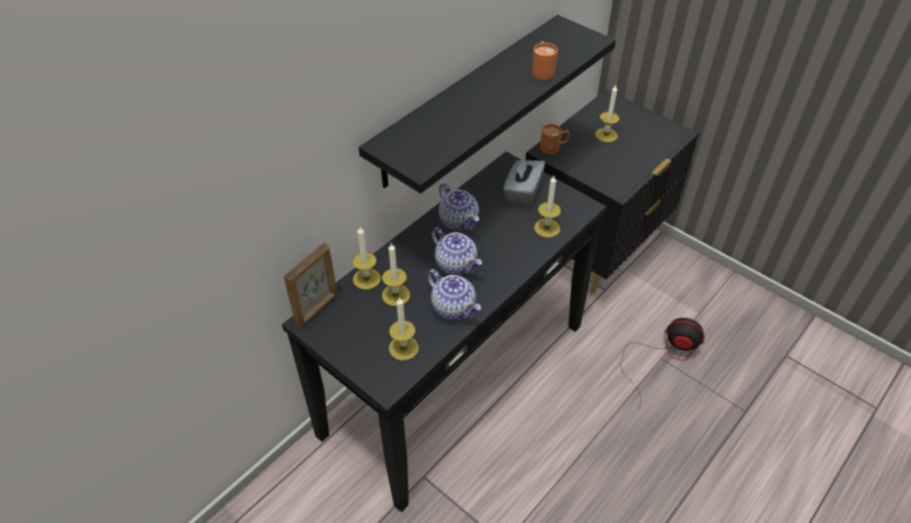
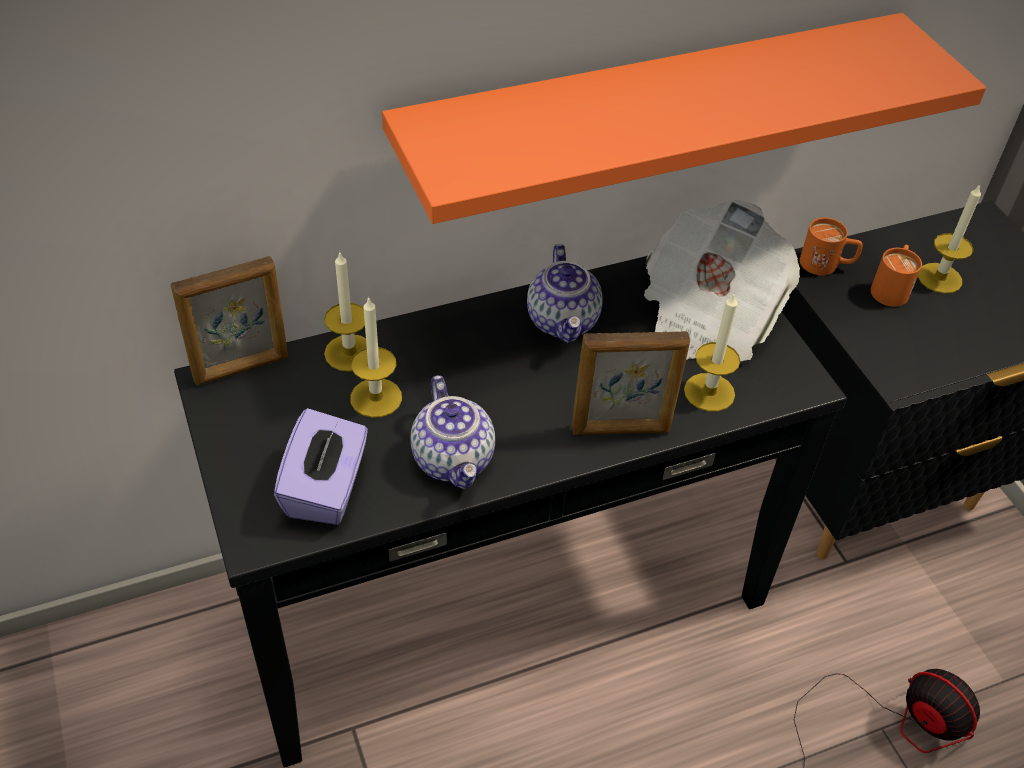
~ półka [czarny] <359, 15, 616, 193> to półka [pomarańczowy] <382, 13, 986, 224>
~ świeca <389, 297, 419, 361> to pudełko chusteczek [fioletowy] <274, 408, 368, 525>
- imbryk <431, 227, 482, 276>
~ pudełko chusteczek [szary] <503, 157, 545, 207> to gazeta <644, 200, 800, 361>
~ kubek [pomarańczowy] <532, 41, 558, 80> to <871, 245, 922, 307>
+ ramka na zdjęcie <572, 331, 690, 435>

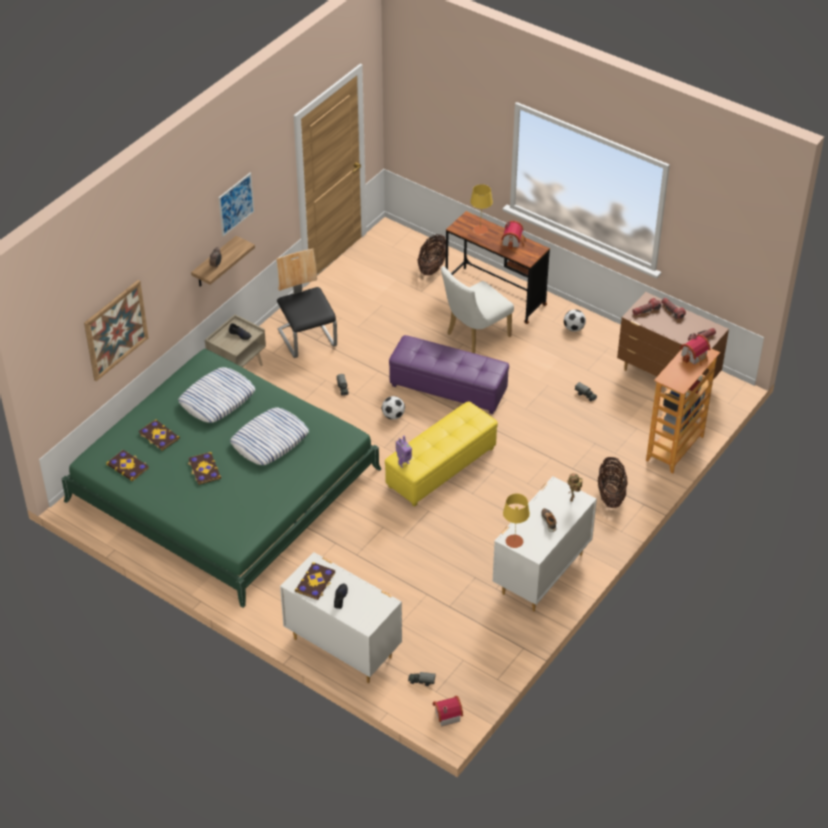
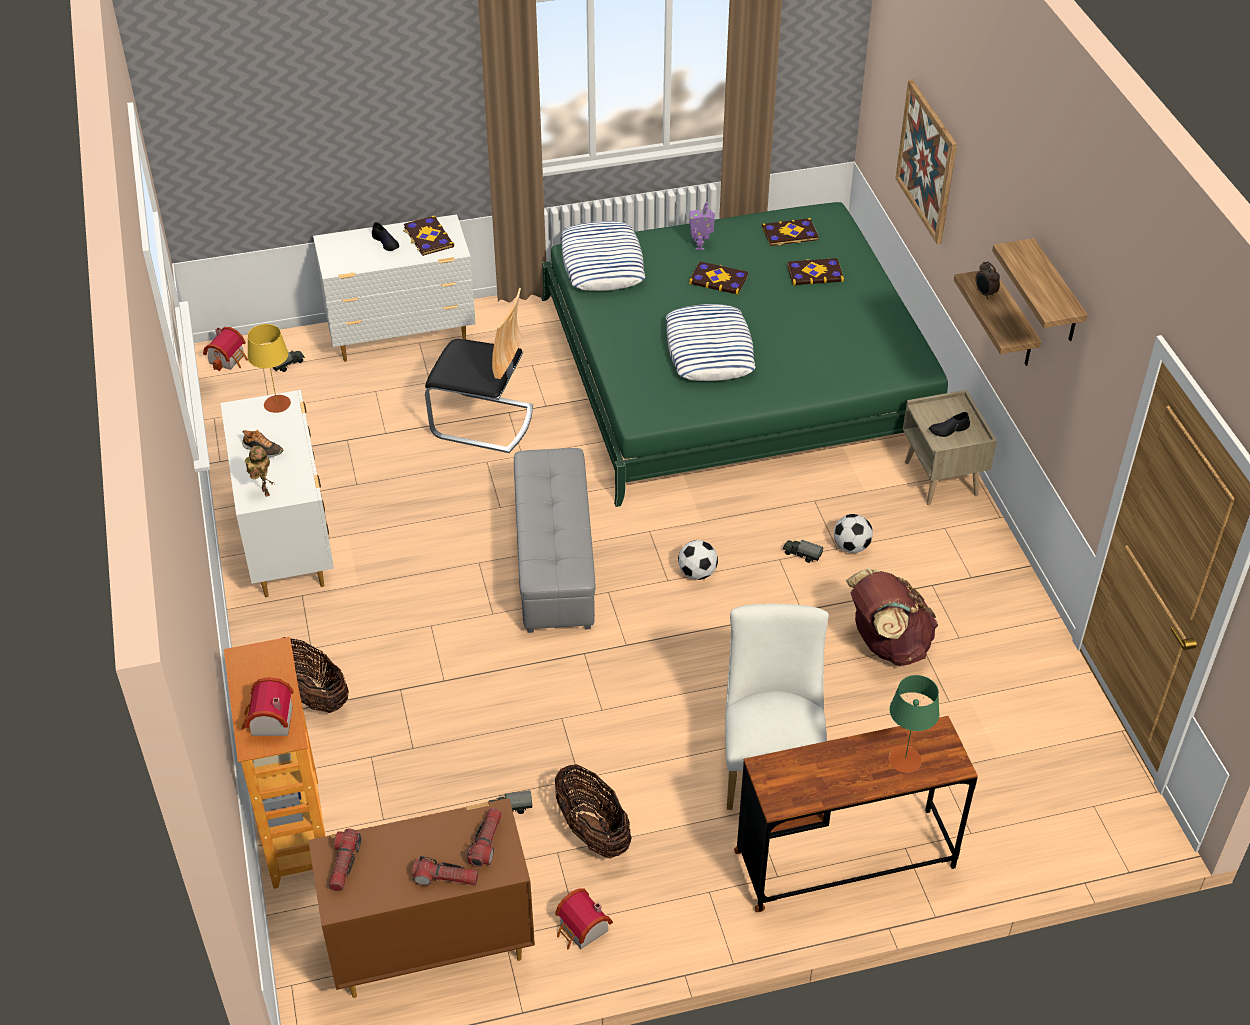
~ poduszka <178, 367, 255, 423> to <561, 221, 645, 291>
~ obraz <218, 173, 254, 237> to półka <992, 238, 1088, 341>
~ krzesło <276, 249, 337, 358> to <425, 288, 533, 453>
~ pufa [żółty] <385, 401, 498, 507> to pufa [szary] <514, 448, 596, 633>
- pufa [fioletowy] <389, 335, 509, 414>
~ robot zabawkowy <396, 436, 412, 468> to <689, 202, 715, 250>
~ koszyk <417, 234, 446, 276> to <555, 764, 632, 859>
~ lampa stołowa [żółty] <470, 184, 493, 235> to lampa stołowa [zielony] <889, 675, 939, 773>
~ domek <501, 221, 526, 249> to <555, 888, 613, 949>
~ piłka futbolowa <564, 309, 586, 332> to <834, 514, 873, 553>
+ plecak [brązowy] <846, 568, 938, 666>

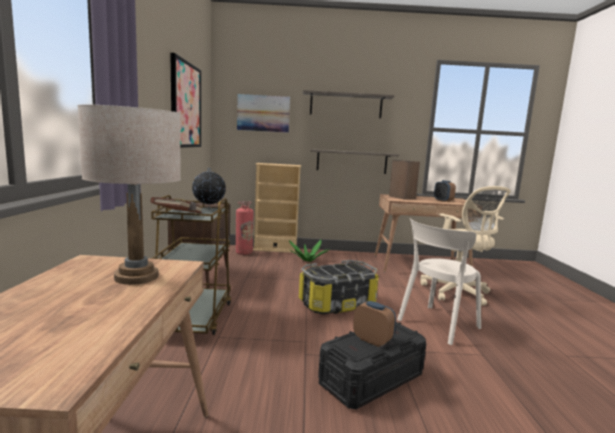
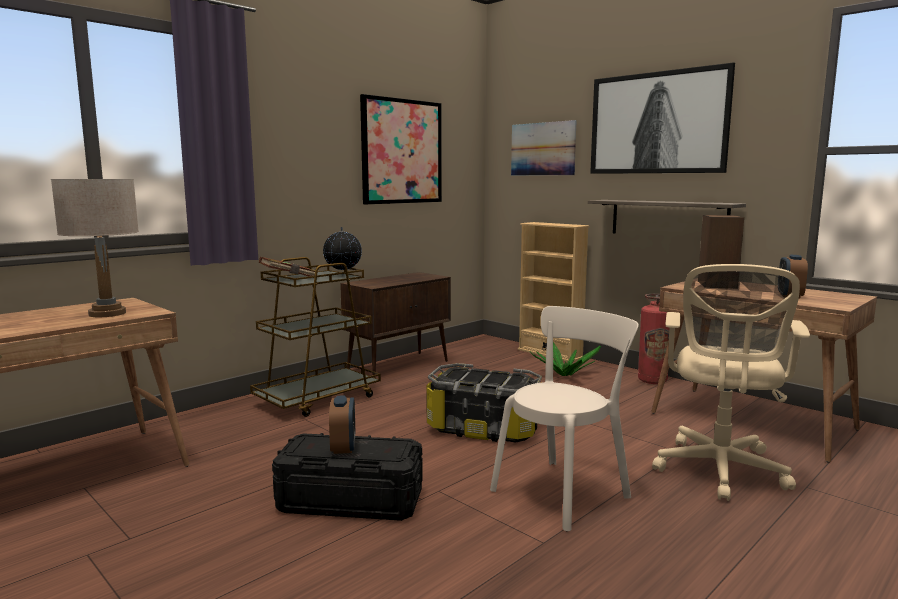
~ gaśnica <236, 201, 253, 255> to <638, 294, 669, 384>
~ półka <303, 90, 395, 118> to obraz <590, 62, 735, 174>
~ krzesło [beżowy] <397, 218, 481, 345> = <490, 306, 639, 532> 135 degrees clockwise

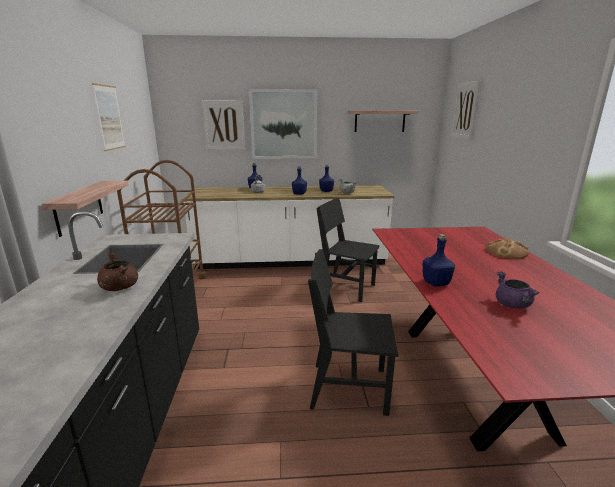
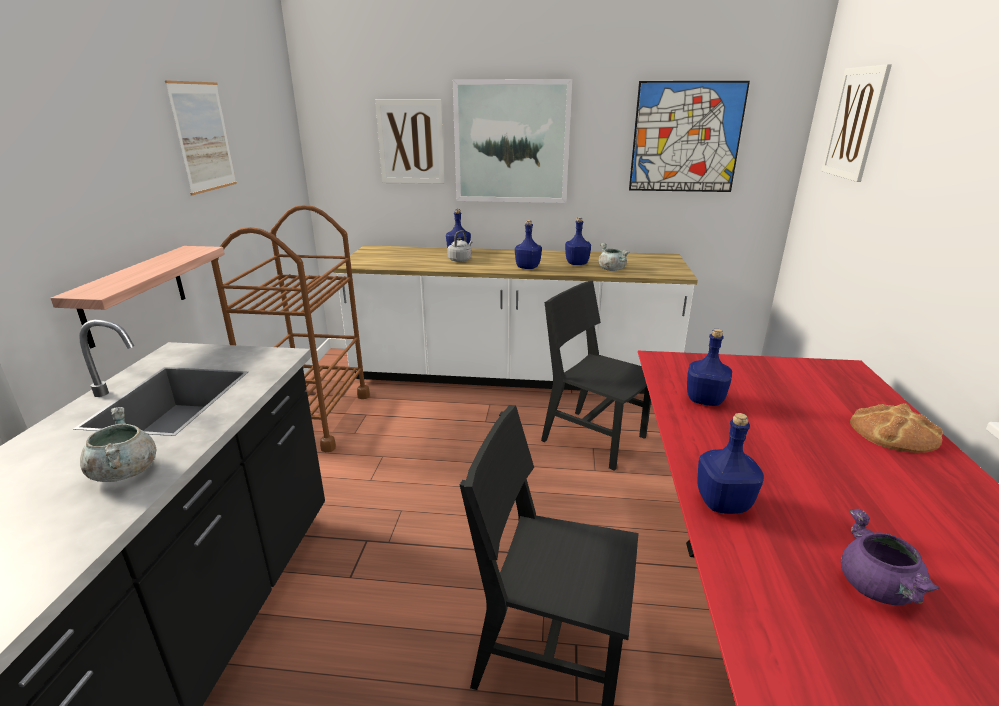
~ garnek [brązowy] <97, 253, 138, 291> to garnek [szary] <80, 407, 156, 482>
~ półka <348, 110, 419, 132> to obraz <629, 81, 750, 192>
+ butelka [niebieski] <687, 329, 732, 406>

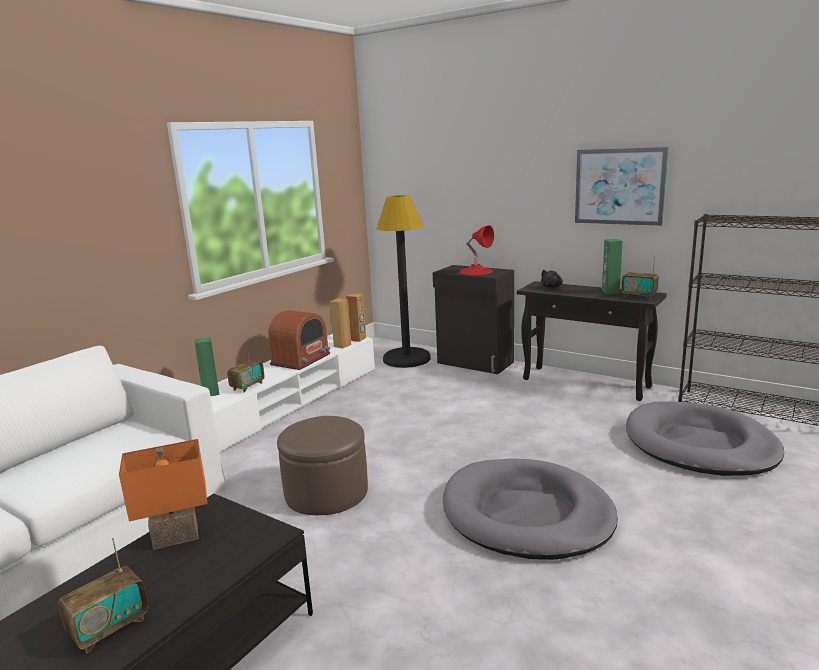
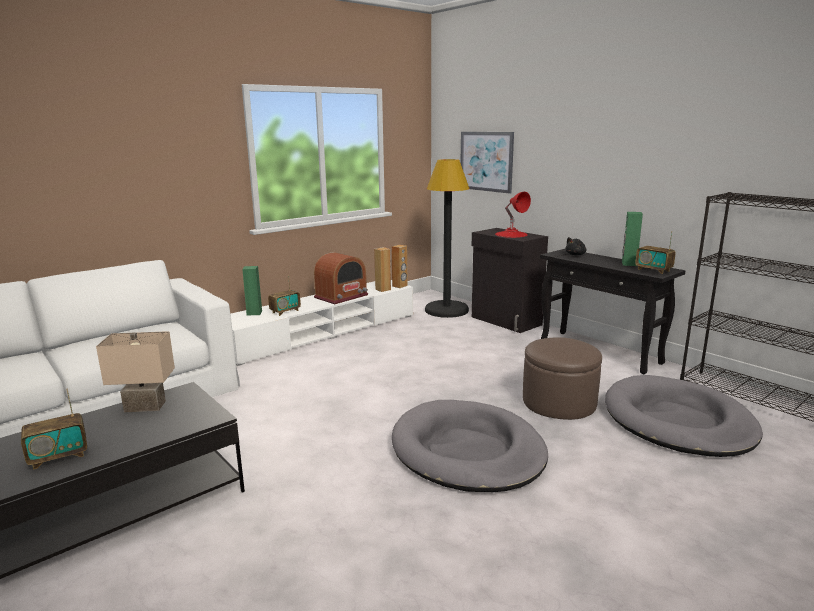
~ lampa stołowa [pomarańczowy] <119, 439, 207, 550> to lampa stołowa [beżowy] <96, 331, 175, 412>
~ pufa [brązowy] <277, 416, 368, 515> to <523, 337, 602, 420>
~ obraz <575, 147, 668, 226> to <460, 132, 514, 194>

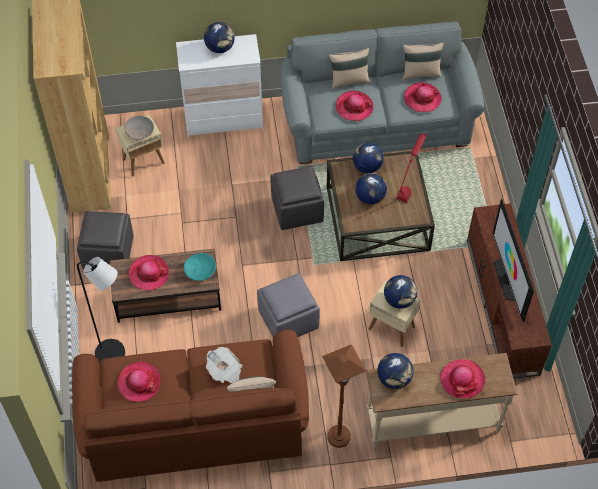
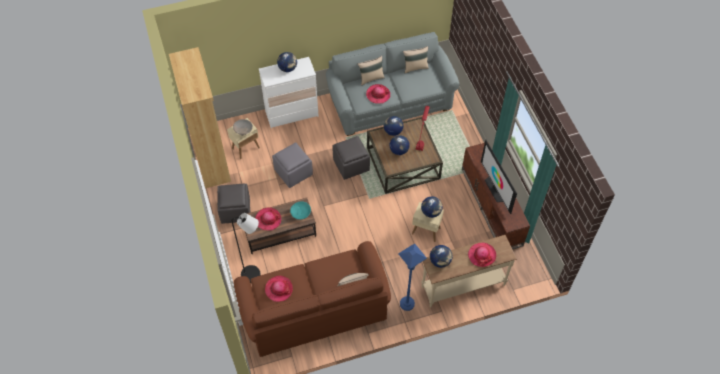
- gazeta <206, 347, 242, 383>
~ pufa [szary] <257, 273, 320, 337> to <272, 143, 313, 188>
~ lampa stojąca [brązowy] <322, 344, 366, 448> to lampa stojąca [niebieski] <398, 243, 427, 311>
- kapelusz <404, 82, 442, 112>

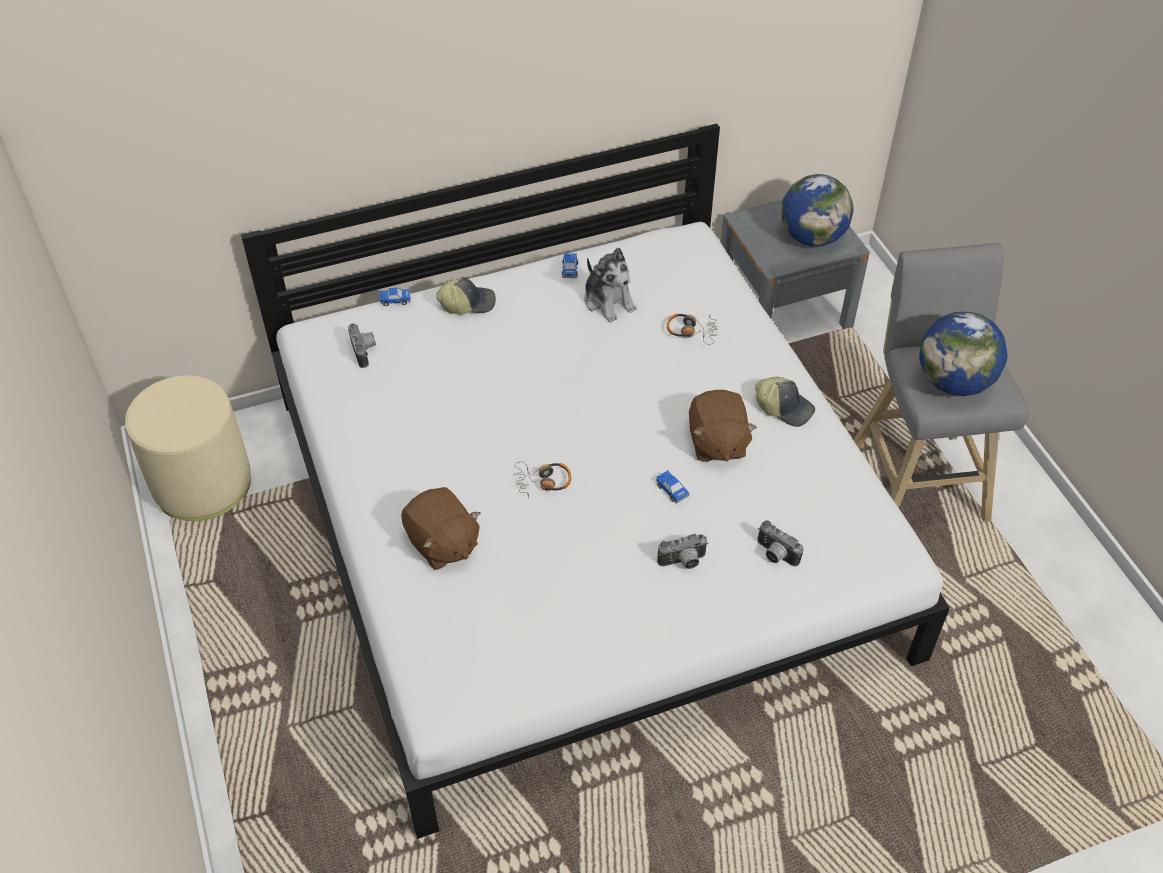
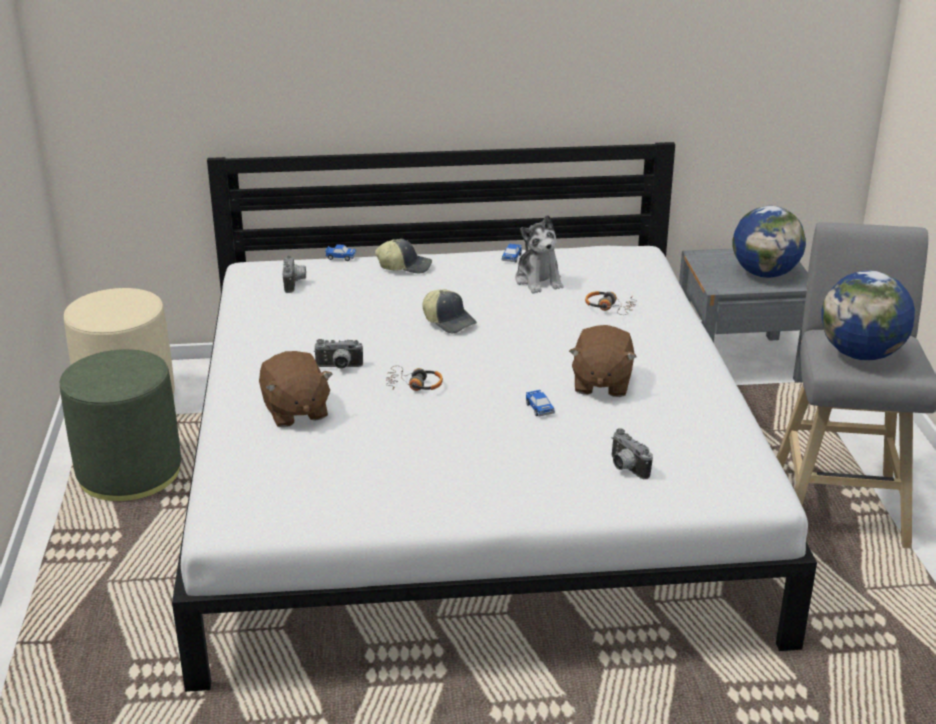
~ aparat fotograficzny <657, 534, 708, 569> to <314, 339, 363, 369>
~ czapka z daszkiem <755, 377, 815, 427> to <422, 289, 477, 333>
+ pufa [zielony] <60, 349, 181, 501>

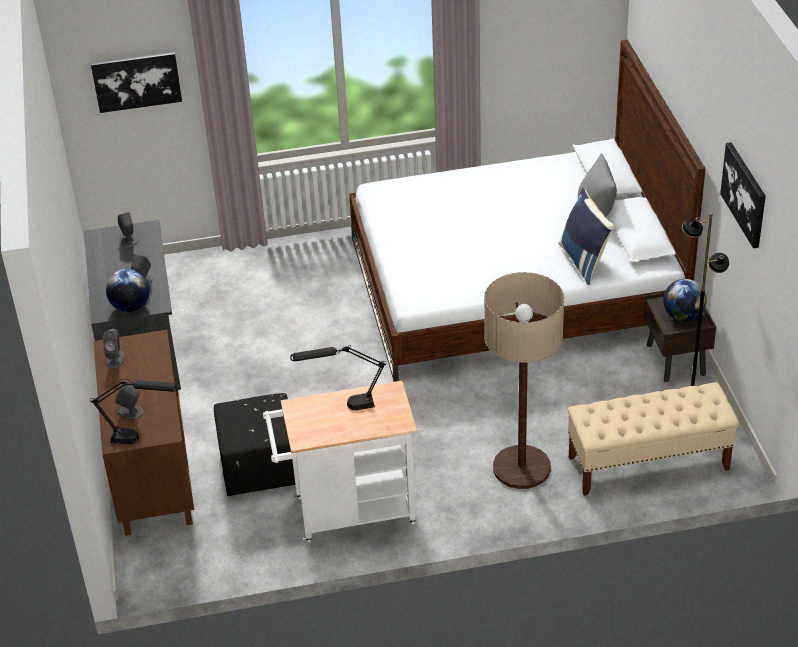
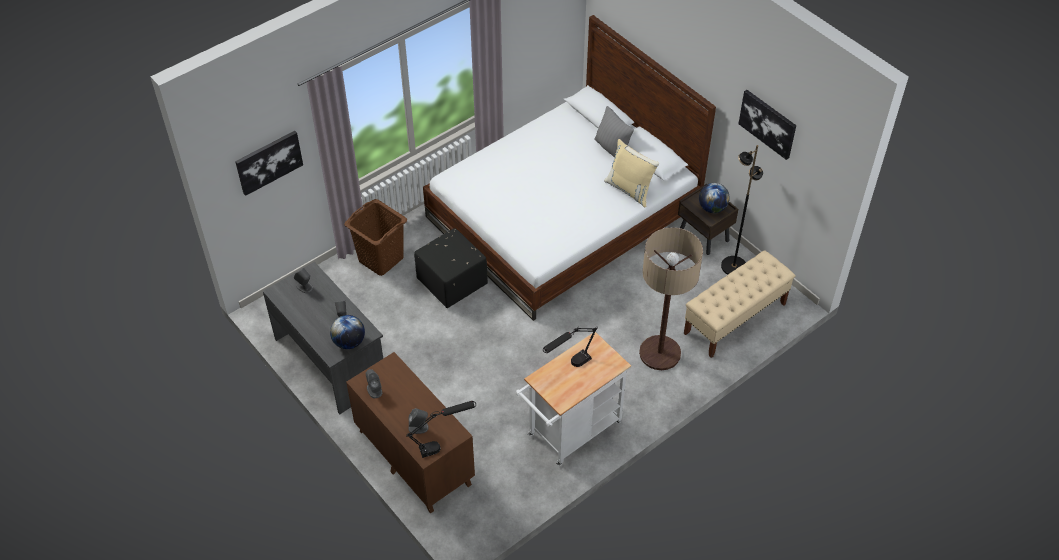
~ pufa [czarny] <214, 393, 295, 496> to <414, 229, 488, 308>
~ poduszka [niebieski] <558, 188, 614, 285> to poduszka [beżowy] <604, 139, 659, 207>
+ kosz na pranie [brązowy] <344, 199, 407, 276>

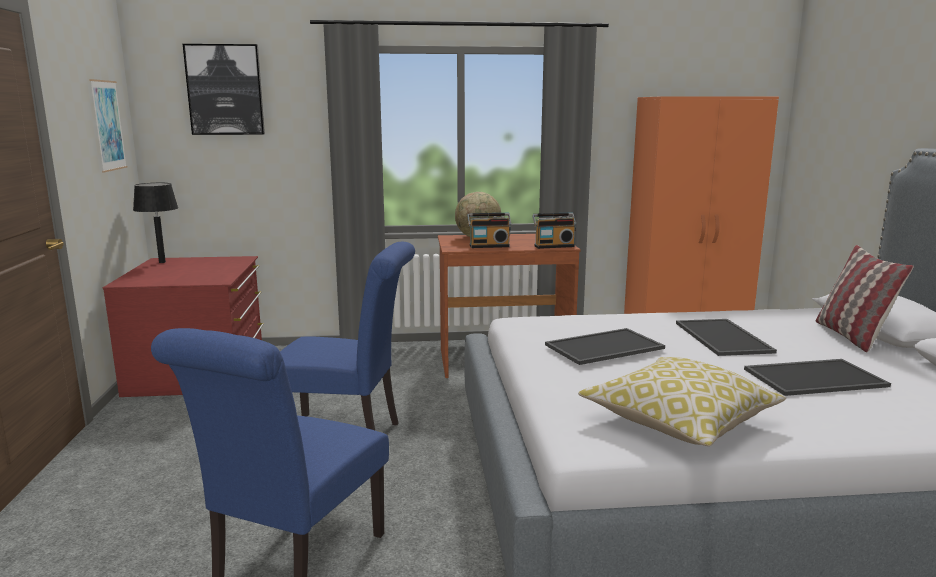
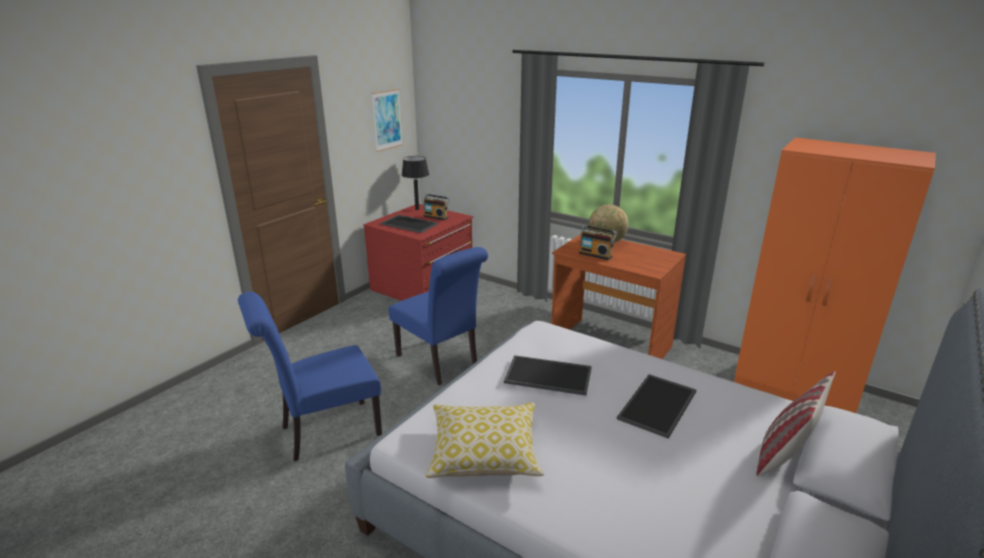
- obraz <183, 44, 265, 135>
~ radio <532, 212, 576, 249> to <423, 194, 450, 220>
~ taca <744, 359, 891, 396> to <381, 215, 438, 233>

